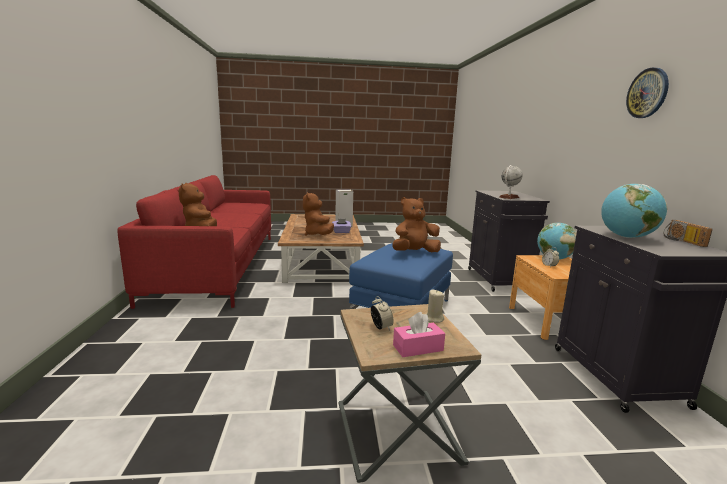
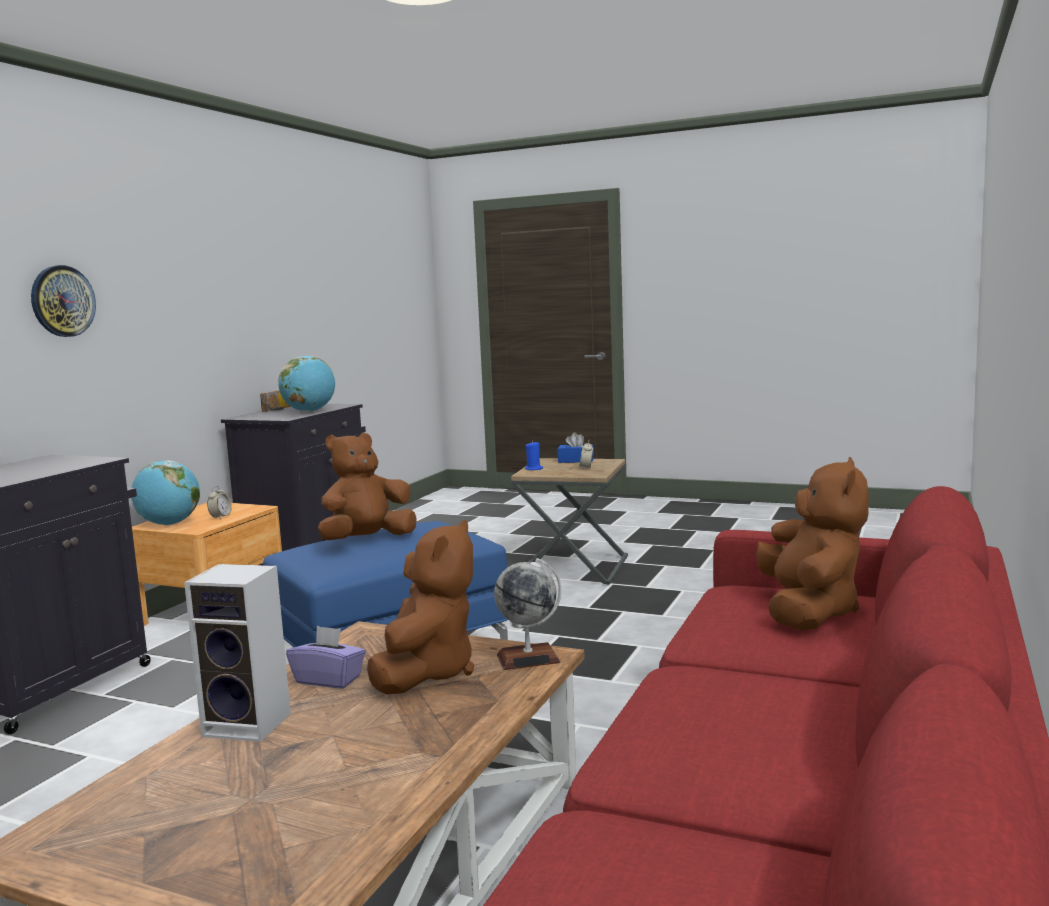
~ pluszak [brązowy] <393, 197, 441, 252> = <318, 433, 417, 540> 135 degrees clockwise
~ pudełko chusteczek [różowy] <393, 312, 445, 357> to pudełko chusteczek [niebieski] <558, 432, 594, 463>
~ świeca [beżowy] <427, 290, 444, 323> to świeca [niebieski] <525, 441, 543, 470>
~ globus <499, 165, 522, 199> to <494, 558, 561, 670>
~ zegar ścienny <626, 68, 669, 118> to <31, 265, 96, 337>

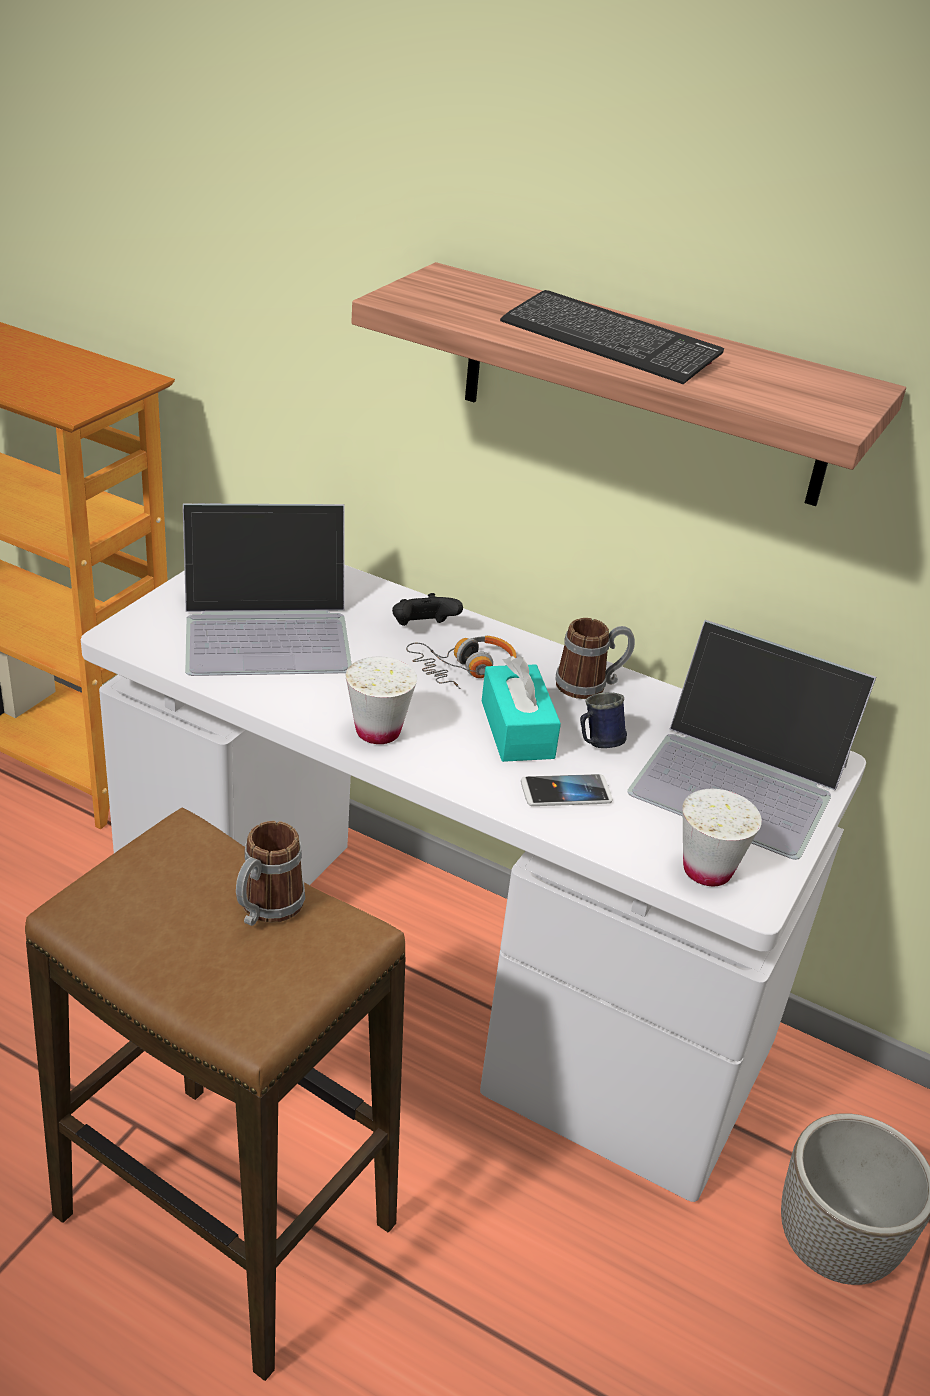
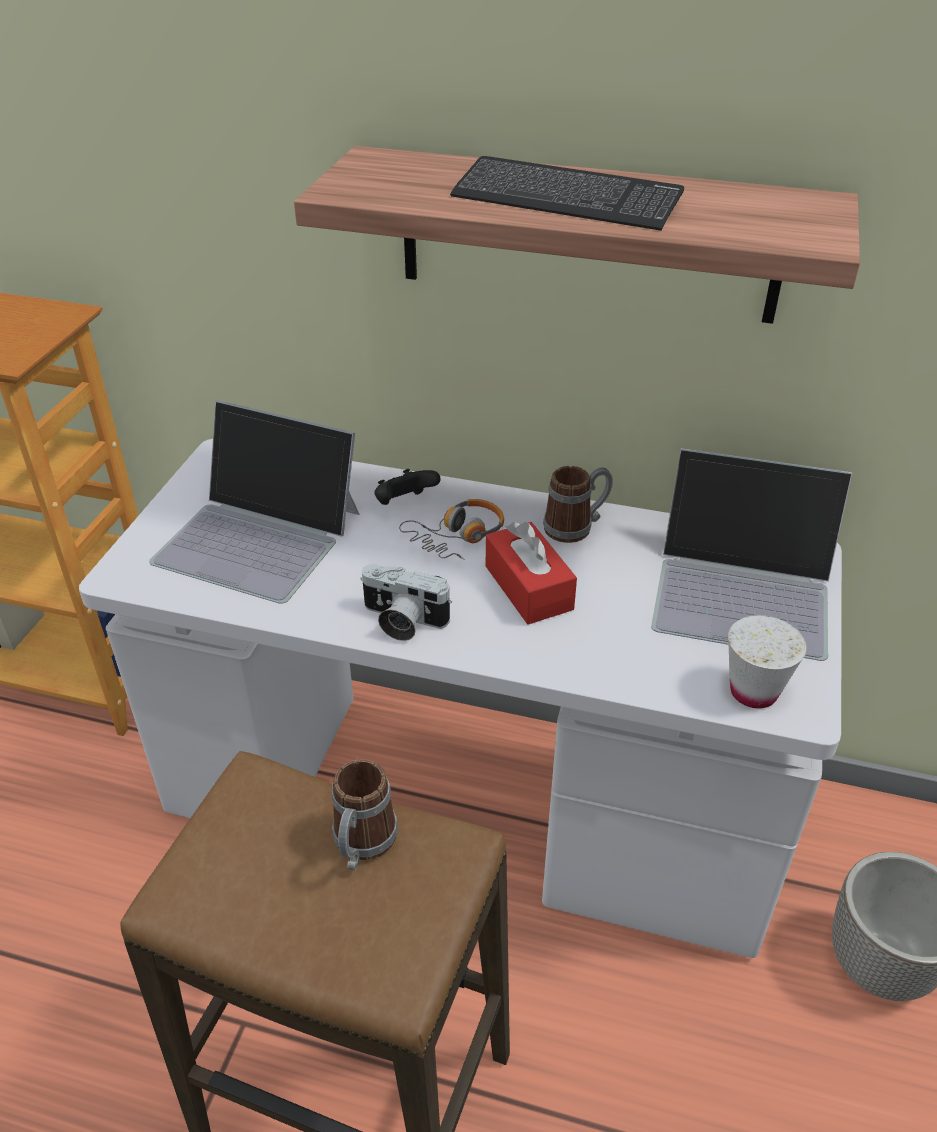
~ laptop <183, 503, 352, 676> = <149, 400, 359, 604> 45 degrees clockwise
~ filiżanka [biały] <346, 657, 417, 744> to aparat fotograficzny <360, 564, 452, 641>
~ pudełko chusteczek [turkusowy] <482, 656, 561, 762> to pudełko chusteczek [czerwony] <486, 522, 577, 624>
- telefon <521, 774, 613, 806>
- kubek [niebieski] <580, 692, 627, 748>

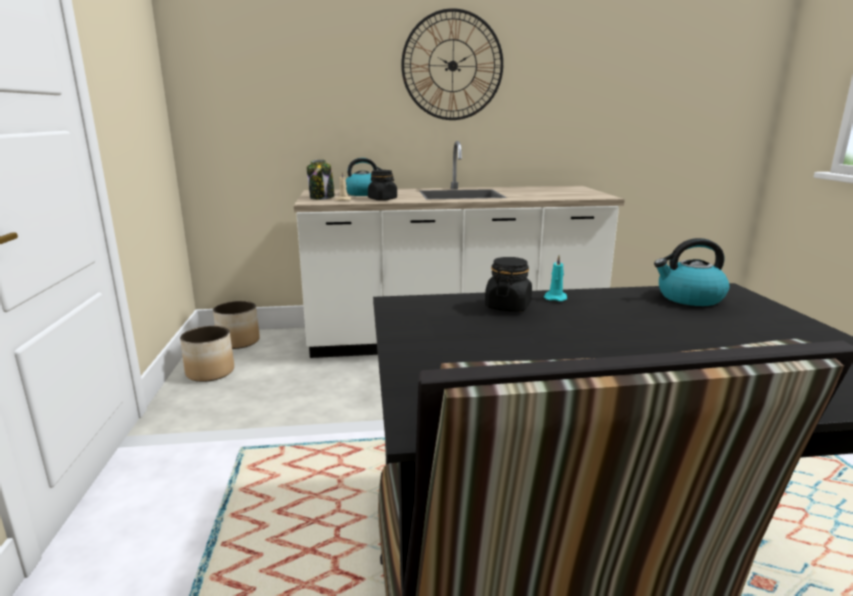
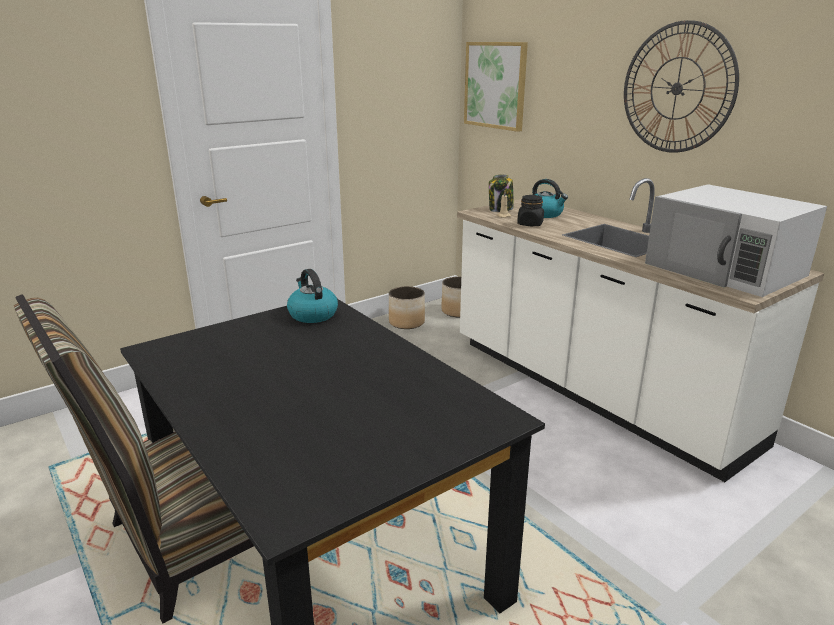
- słoik [czarny] <485, 257, 532, 312>
- świeca [turkusowy] <544, 255, 567, 301>
~ czajnik <654, 238, 729, 306> to <287, 269, 338, 323>
+ obraz <464, 42, 528, 132>
+ mikrofalówka [biały] <645, 184, 827, 297>

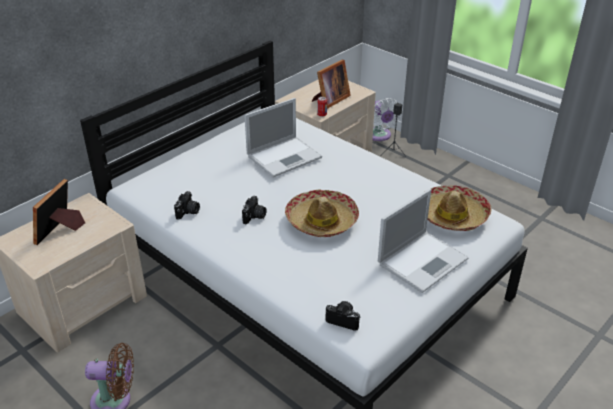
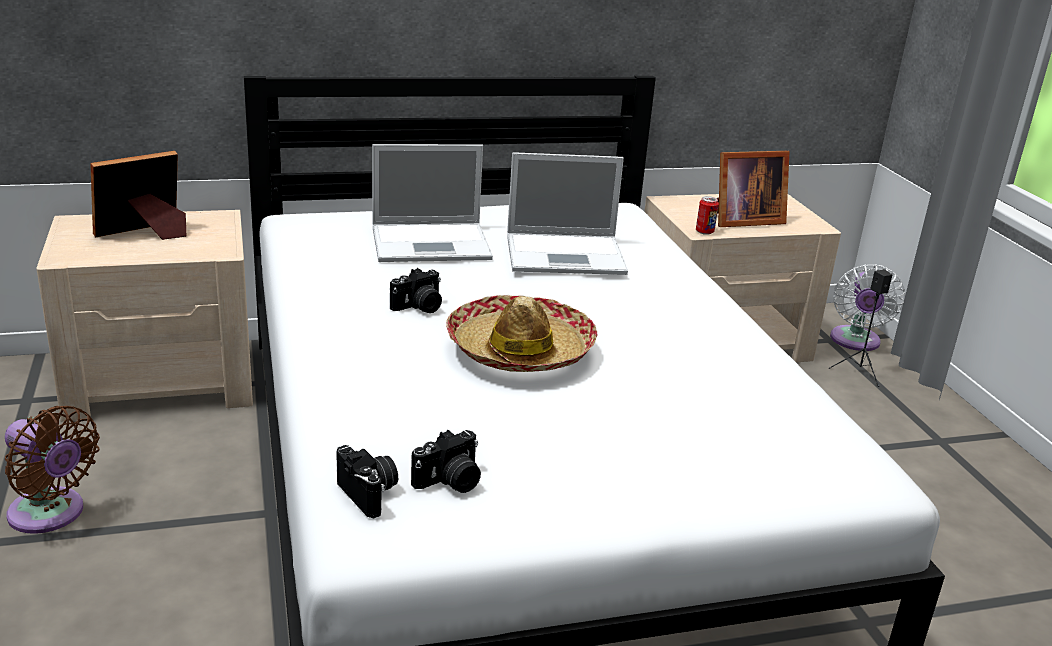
~ aparat fotograficzny <174, 191, 200, 220> to <411, 430, 481, 493>
~ laptop <378, 189, 469, 293> to <372, 144, 493, 262>
- kapelusz <424, 185, 492, 231>

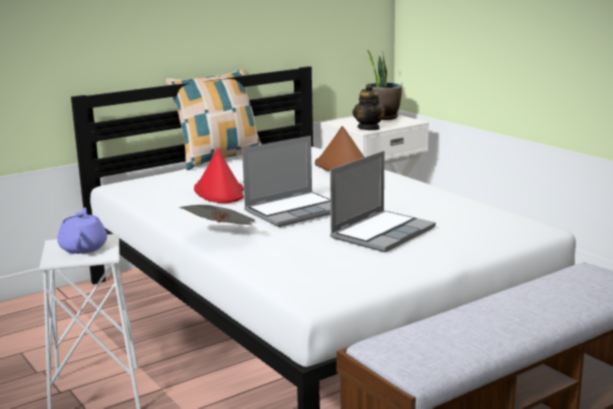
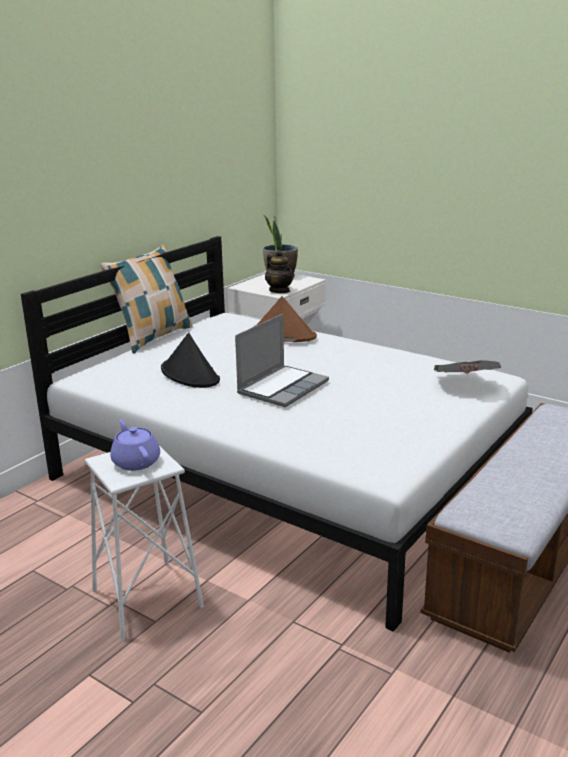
~ gazeta <178, 205, 256, 225> to <434, 360, 501, 374>
~ kapelusz [czerwony] <194, 148, 244, 203> to kapelusz [czarny] <161, 333, 220, 388>
- laptop <330, 151, 436, 252>

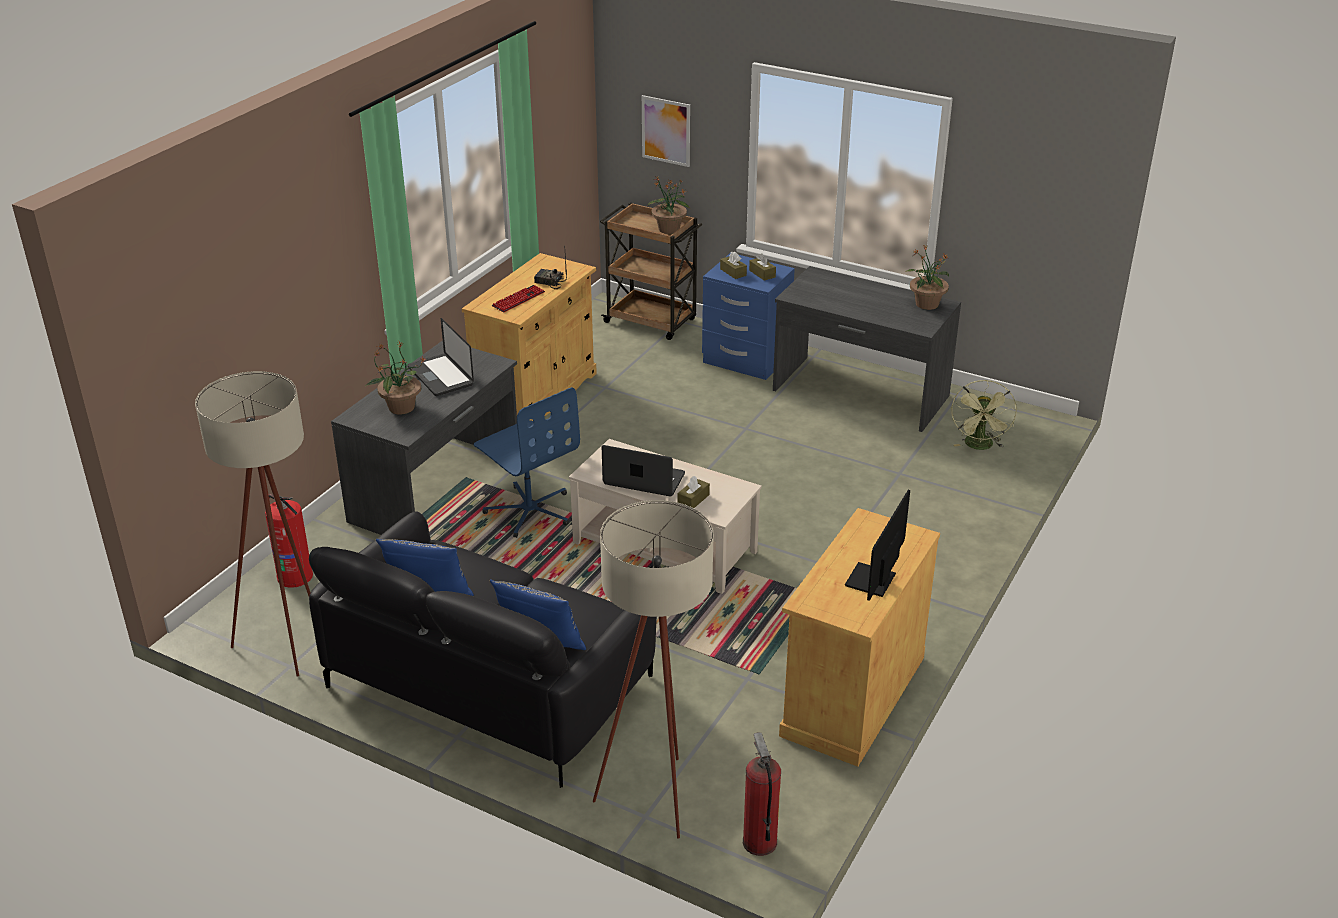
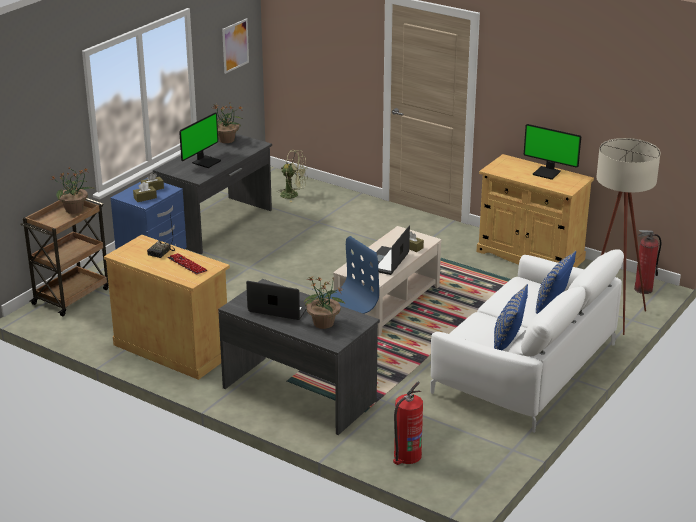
- lampa stojąca [beżowy] <195, 371, 311, 677>
~ kanapa [czarny] <309, 511, 657, 788> to kanapa [biały] <430, 249, 624, 433>
~ laptop <408, 318, 474, 396> = <246, 281, 307, 320> 135 degrees counterclockwise
~ obraz <642, 95, 690, 167> to <222, 18, 249, 74>
+ monitor <179, 112, 221, 168>

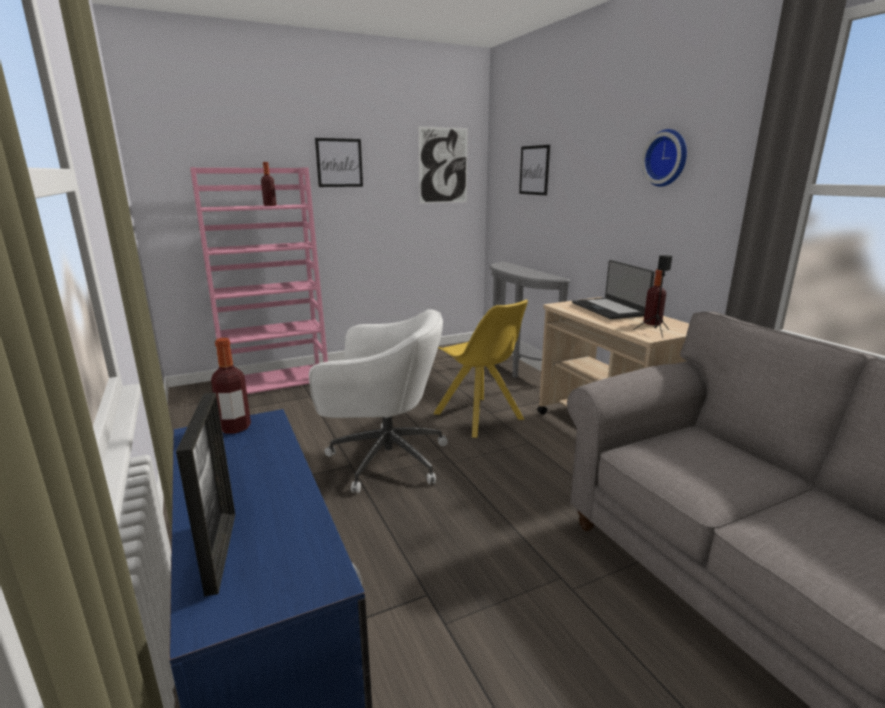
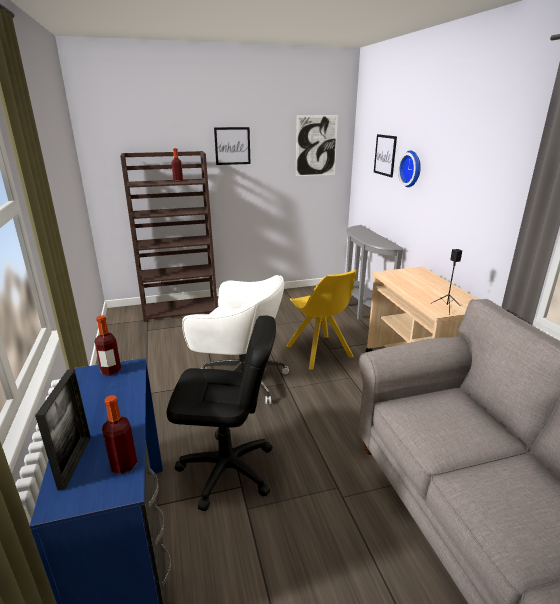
~ regał [różowy] <190, 167, 328, 394> to regał [brązowy] <120, 151, 218, 322>
- laptop <572, 260, 655, 319>
~ zegar ścienny <641, 129, 687, 187> to <398, 150, 421, 187>
~ butelka <644, 269, 666, 326> to <102, 395, 137, 474>
+ krzesło biurowe [czarny] <167, 315, 276, 511>

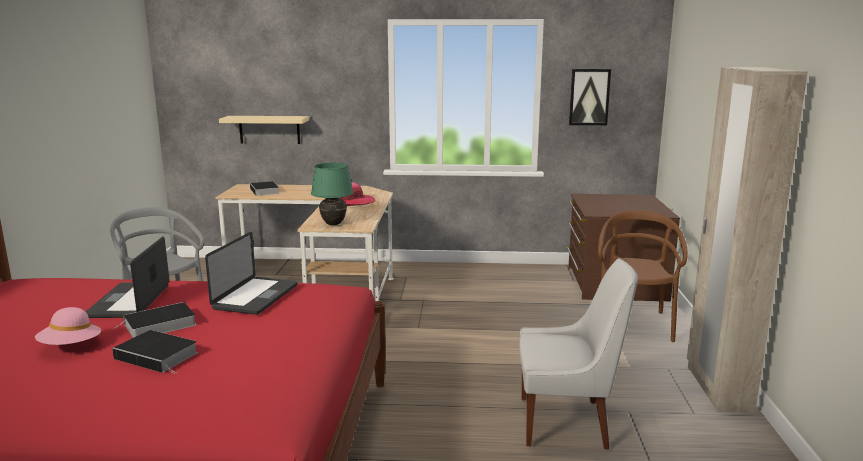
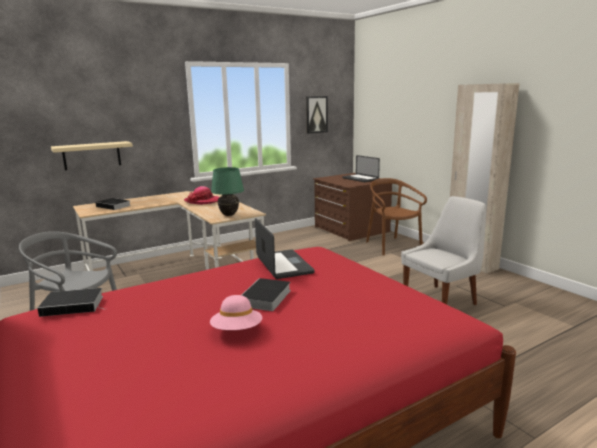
~ laptop <85, 236, 170, 318> to <342, 155, 380, 182>
~ książka <112, 330, 198, 374> to <37, 288, 107, 317>

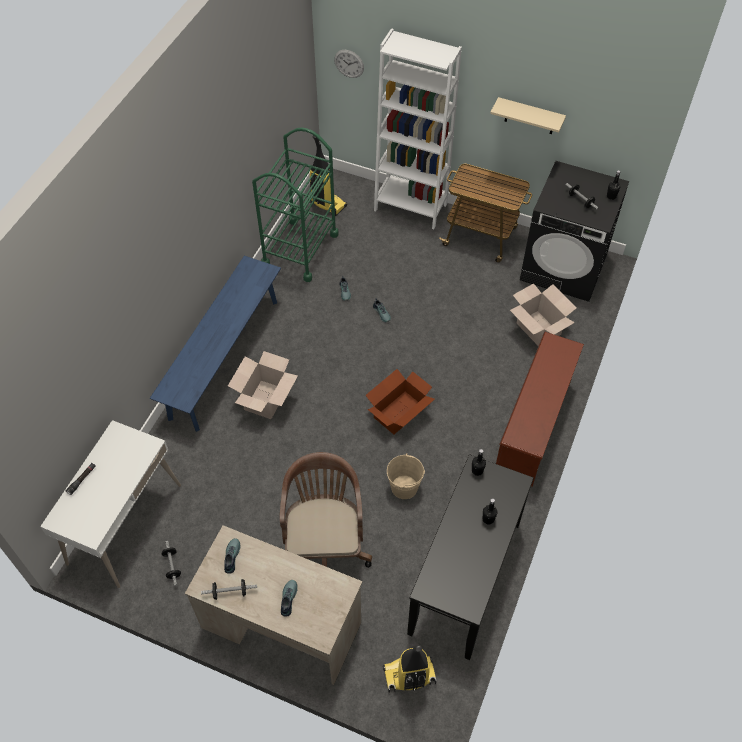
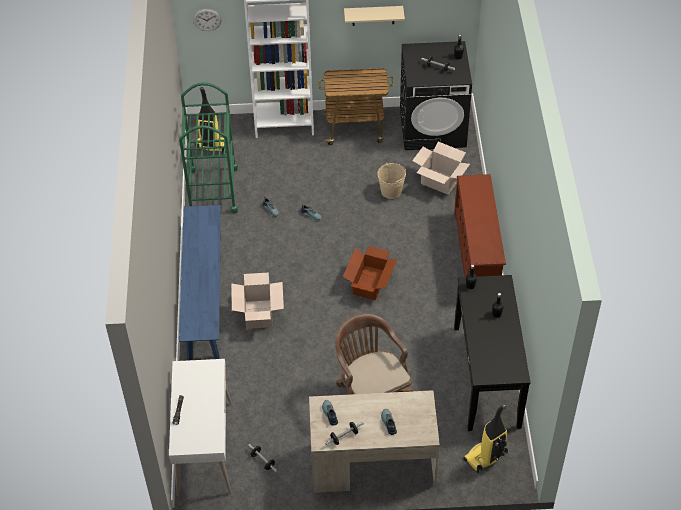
~ wiadro [beżowy] <387, 453, 425, 499> to <378, 163, 406, 199>

